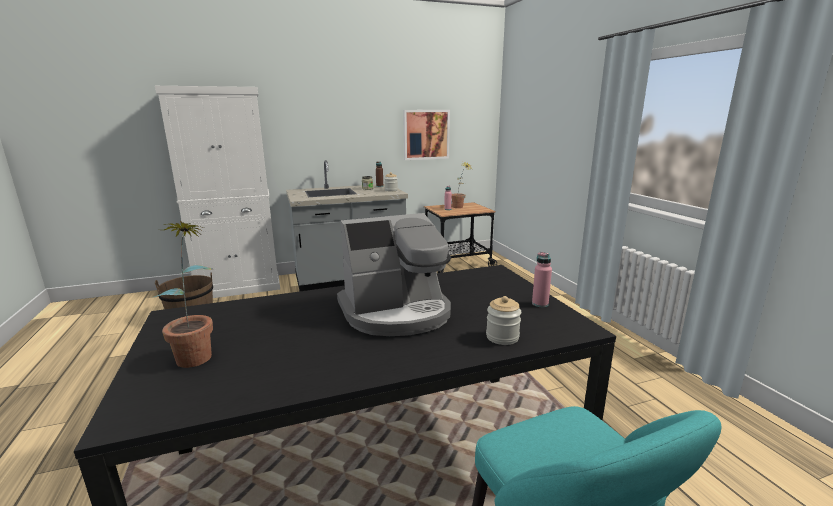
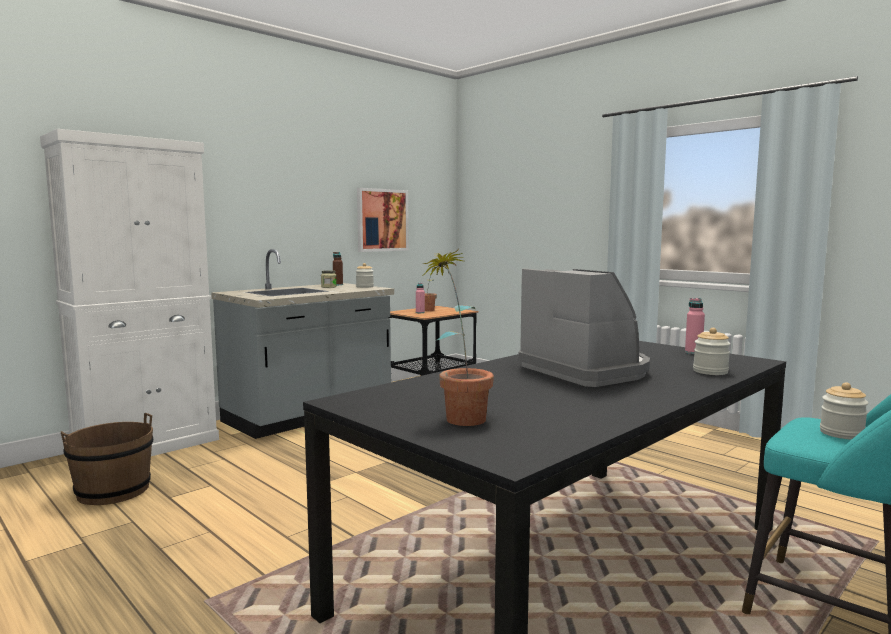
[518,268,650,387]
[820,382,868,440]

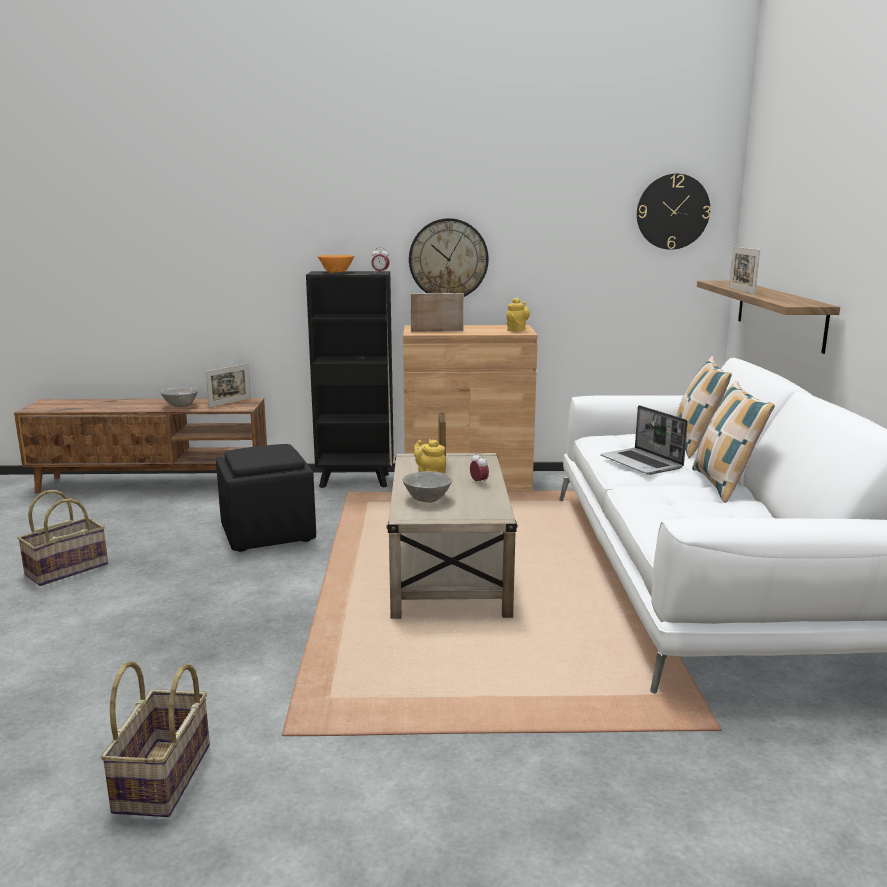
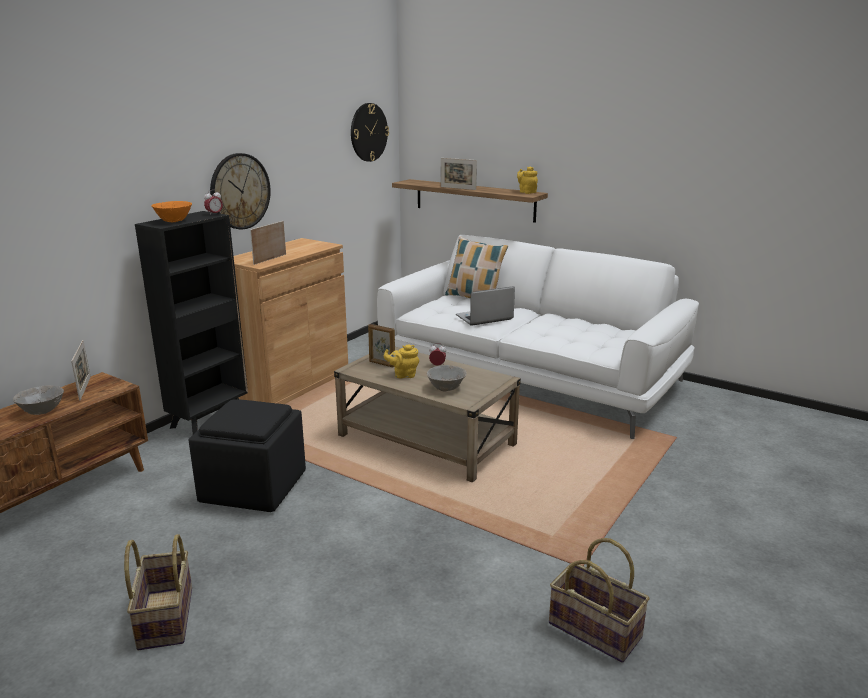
[517,166,538,194]
[692,381,775,503] (first image)
[456,286,515,326]

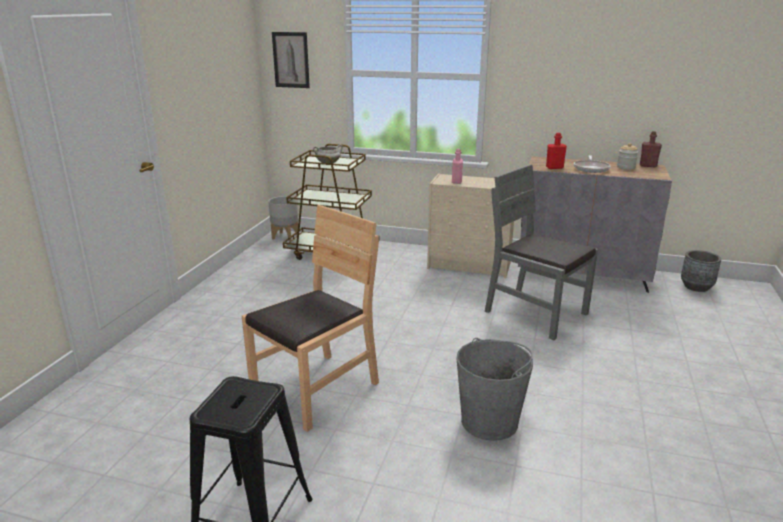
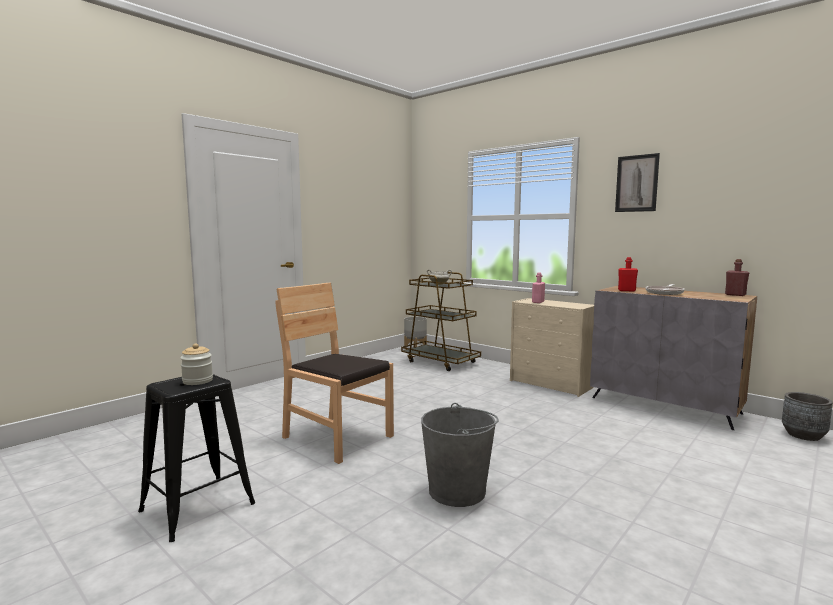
[615,153,660,212]
[180,343,213,385]
[485,164,598,340] (first image)
[275,282,394,464]

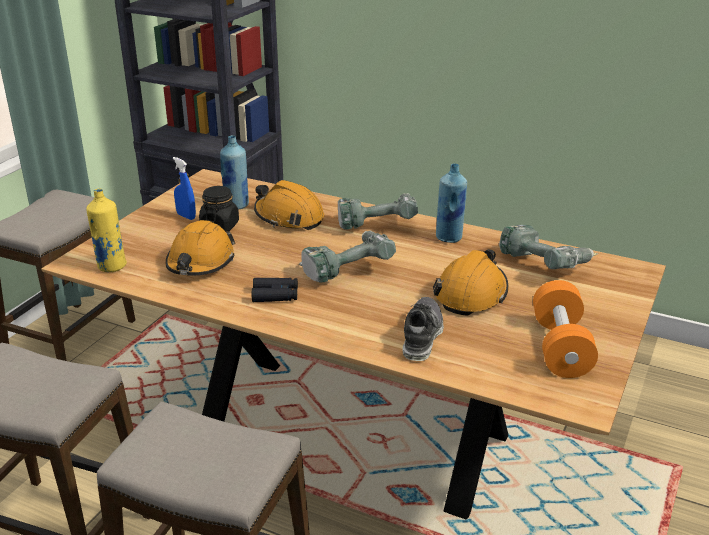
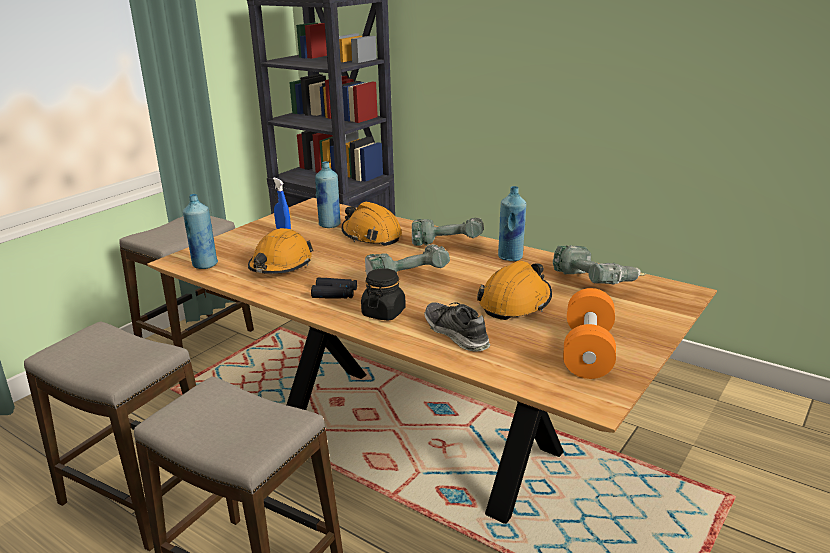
[361,268,406,321]
[183,194,218,269]
[424,302,490,351]

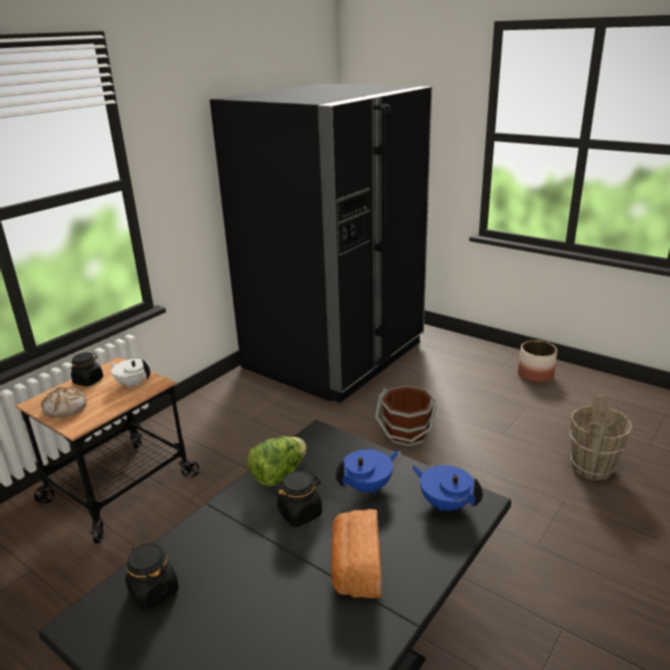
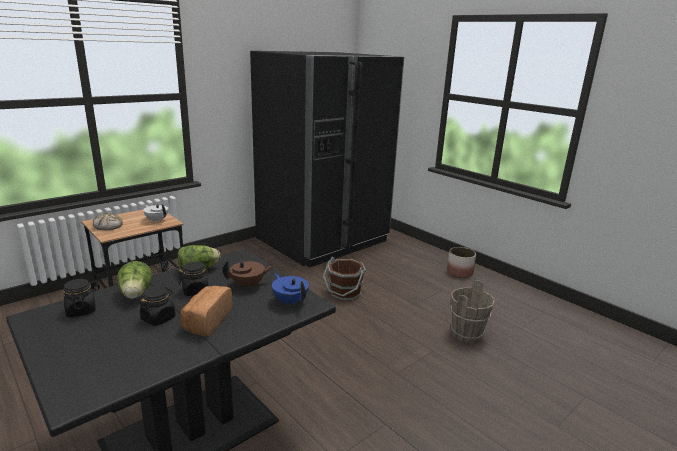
[140,286,176,326]
[222,260,274,290]
[117,261,152,299]

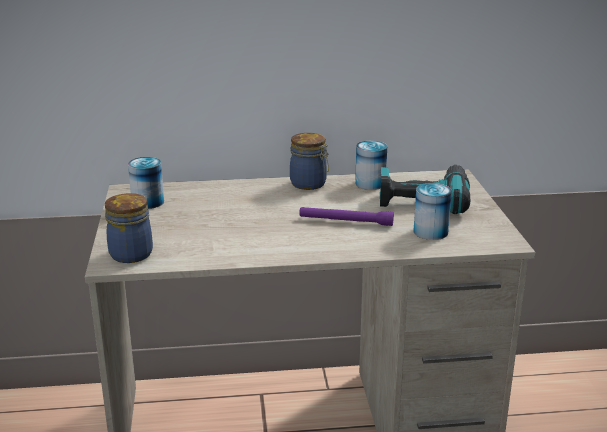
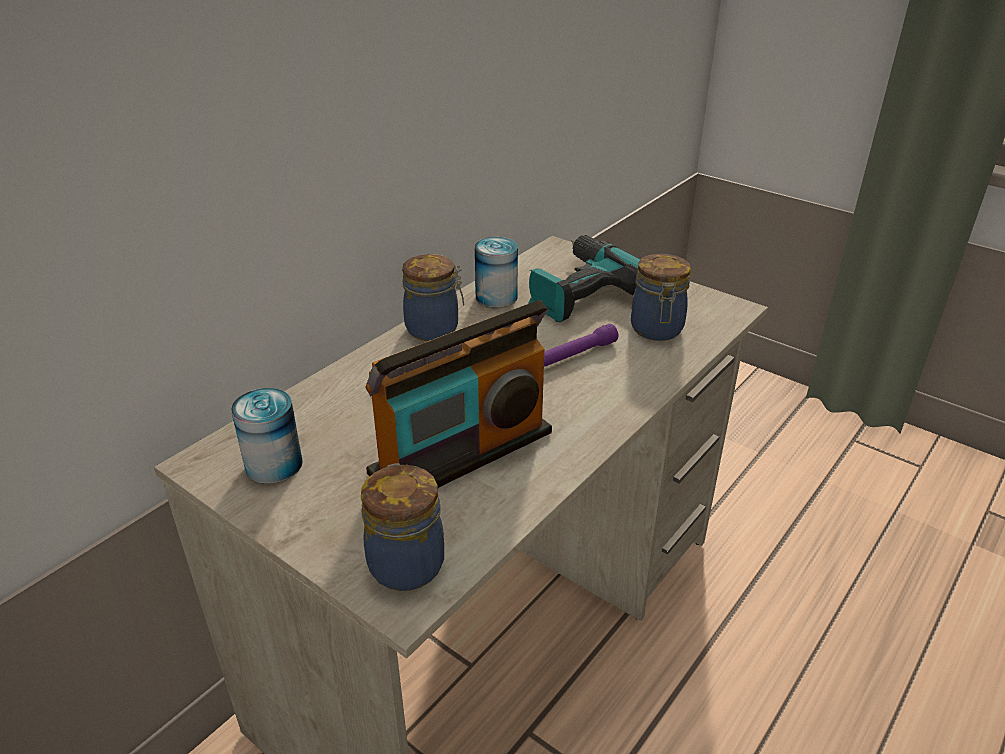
[631,254,691,341]
[365,300,552,488]

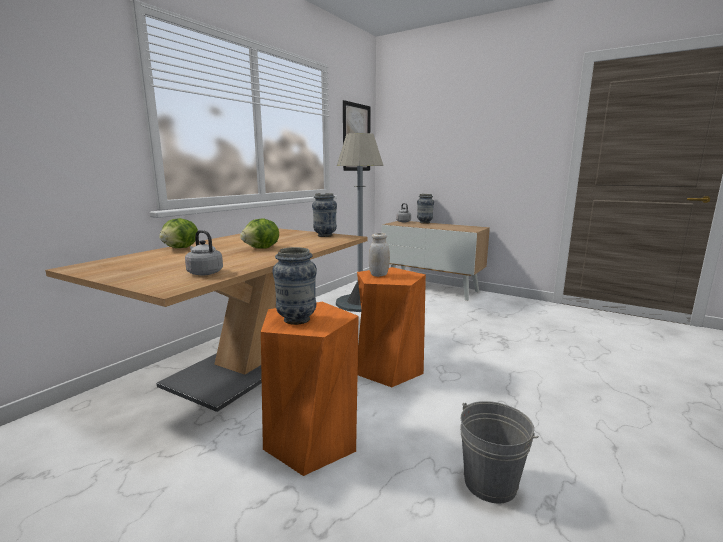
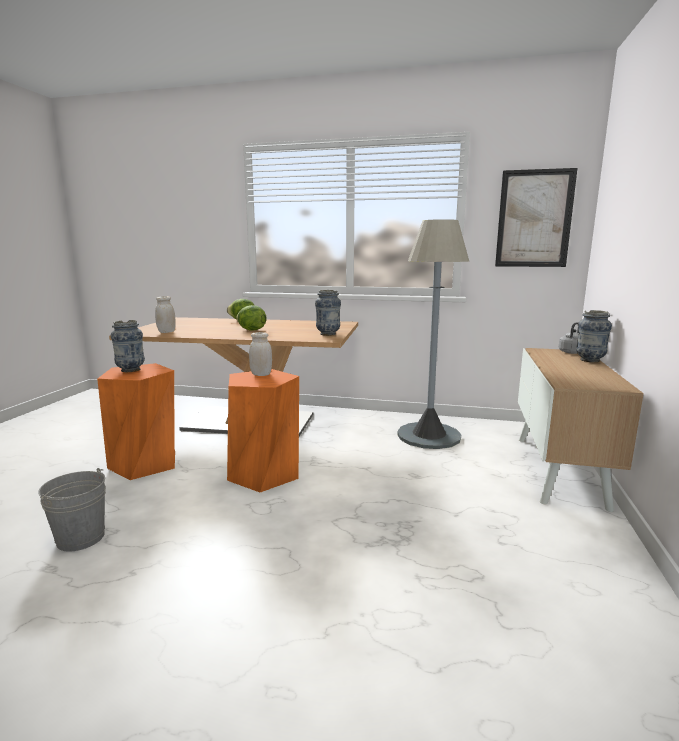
[155,296,176,333]

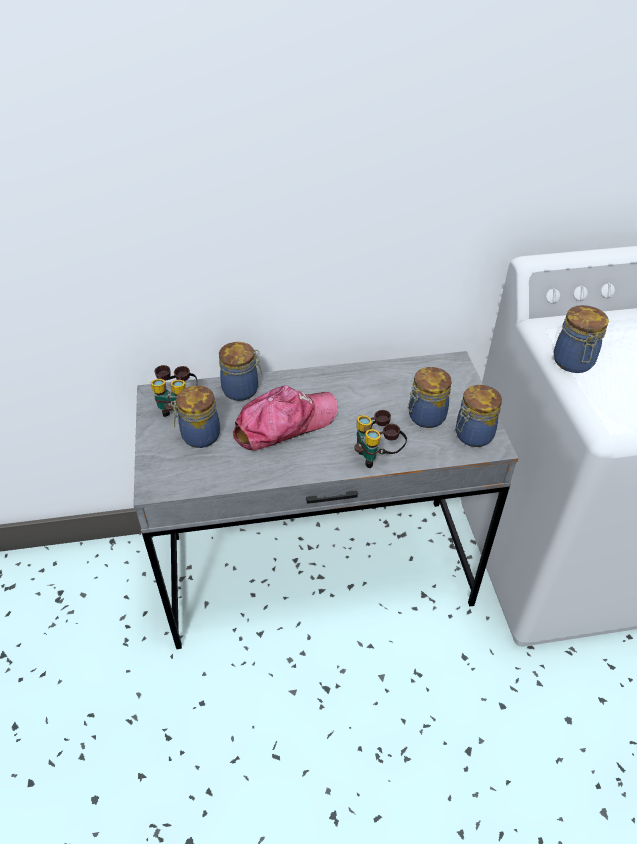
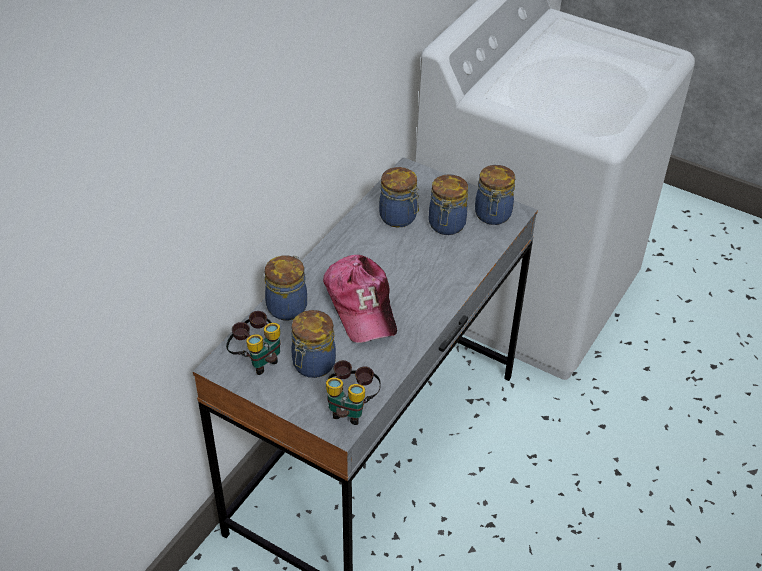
[379,167,419,227]
[323,255,397,343]
[326,360,381,425]

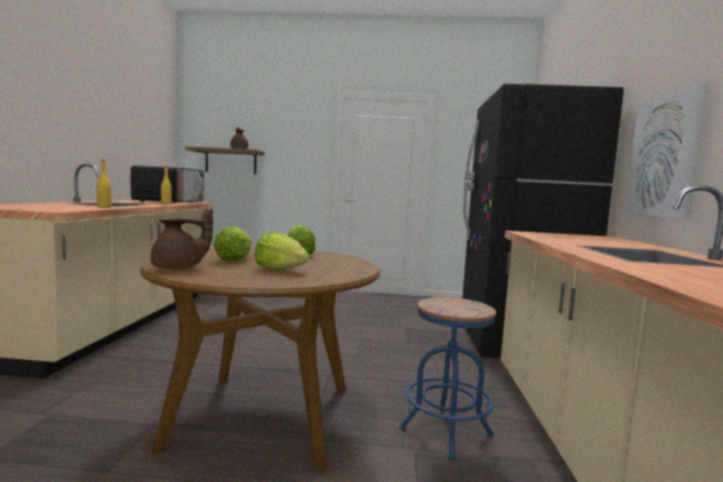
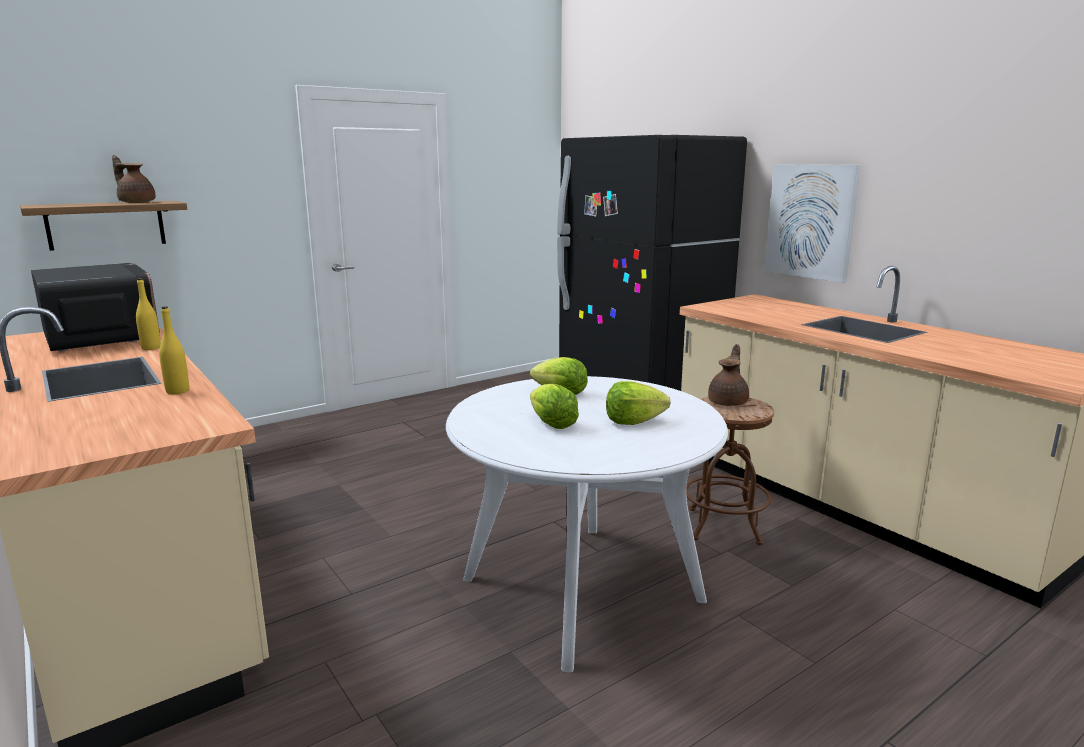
[708,344,749,406]
[446,376,728,672]
[686,397,774,545]

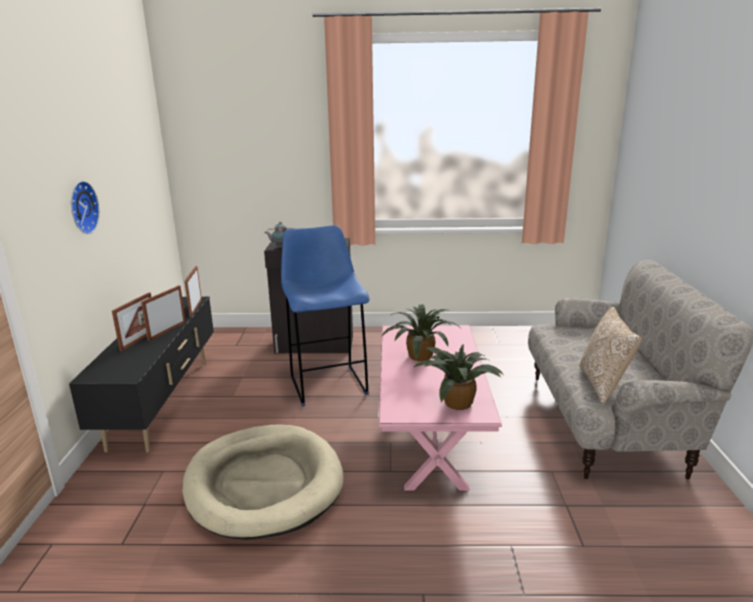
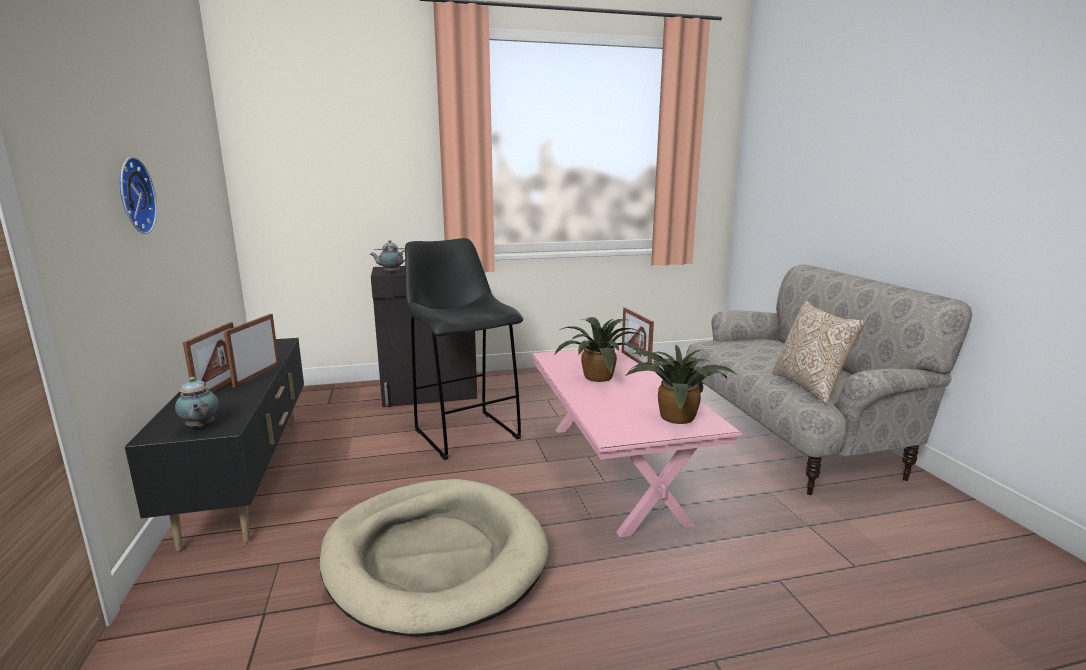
[405,238,523,460]
[621,307,654,363]
[175,377,219,428]

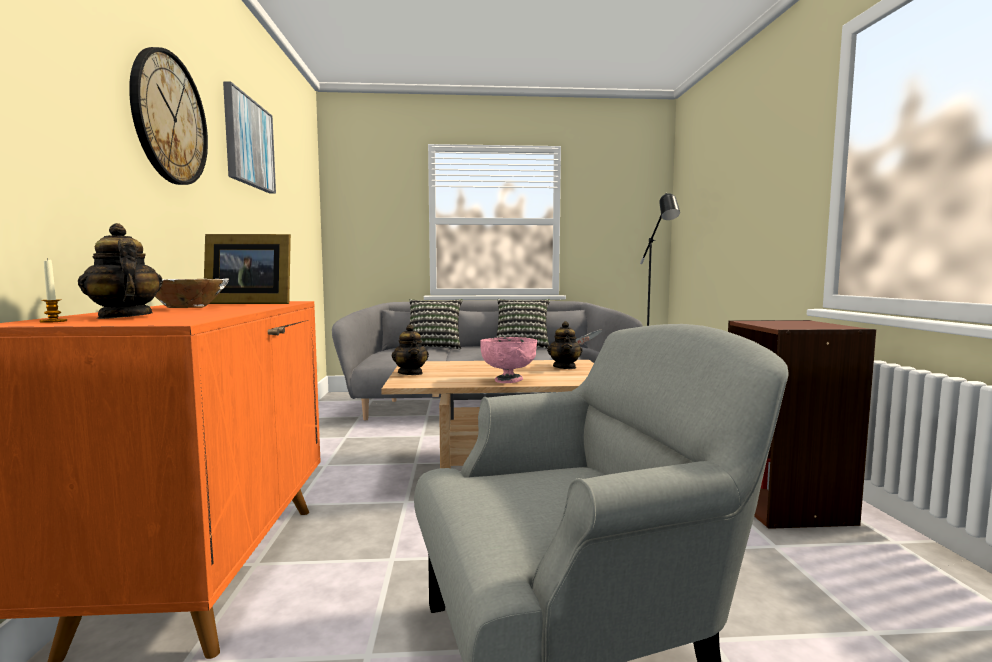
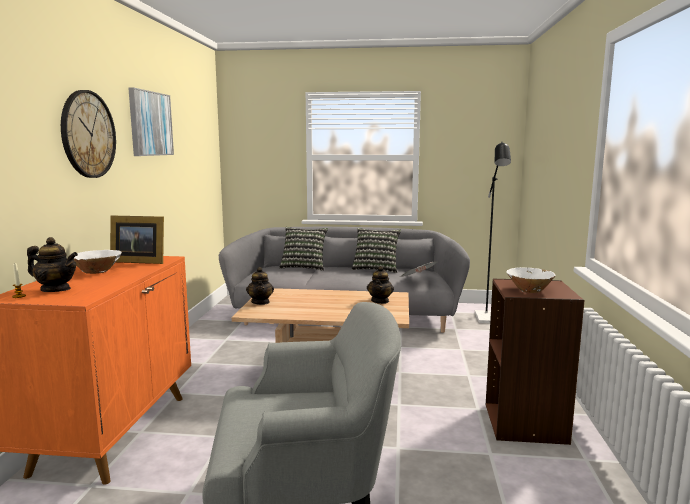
[27,237,78,292]
[480,337,537,383] (first image)
[506,267,556,293]

